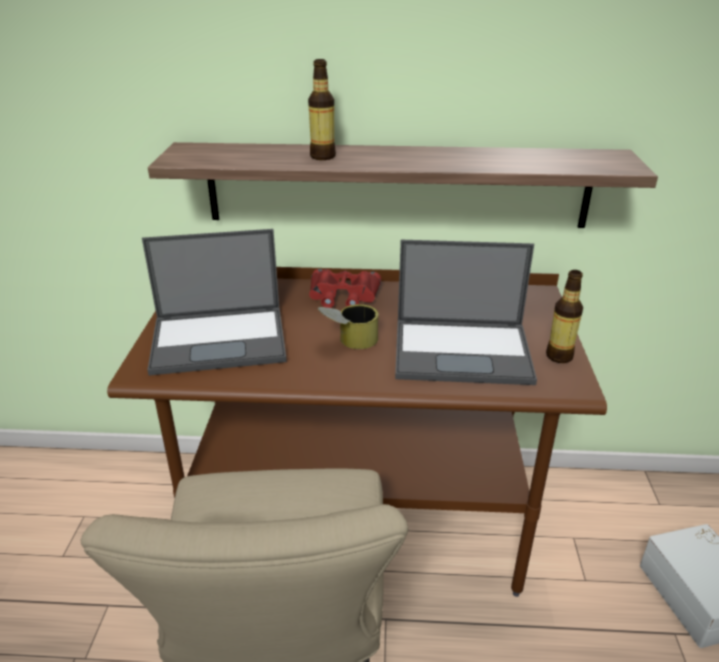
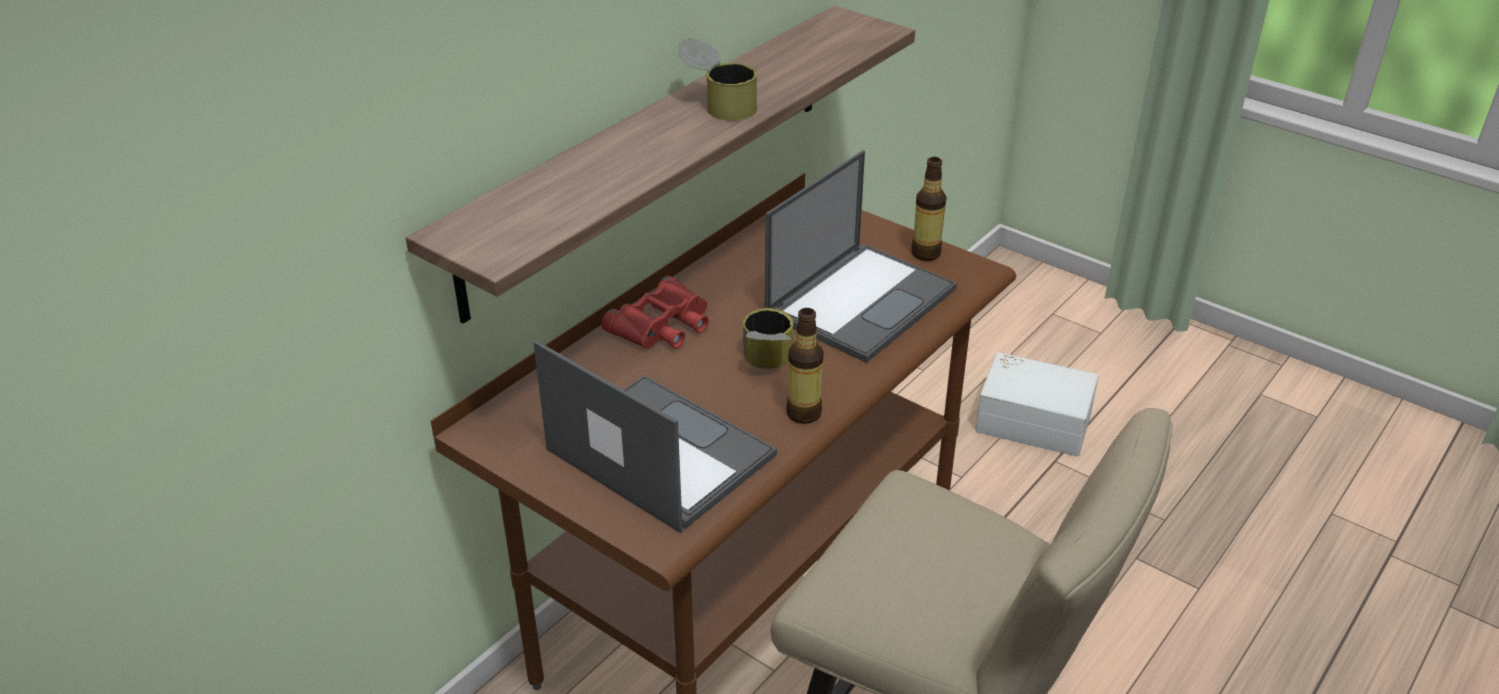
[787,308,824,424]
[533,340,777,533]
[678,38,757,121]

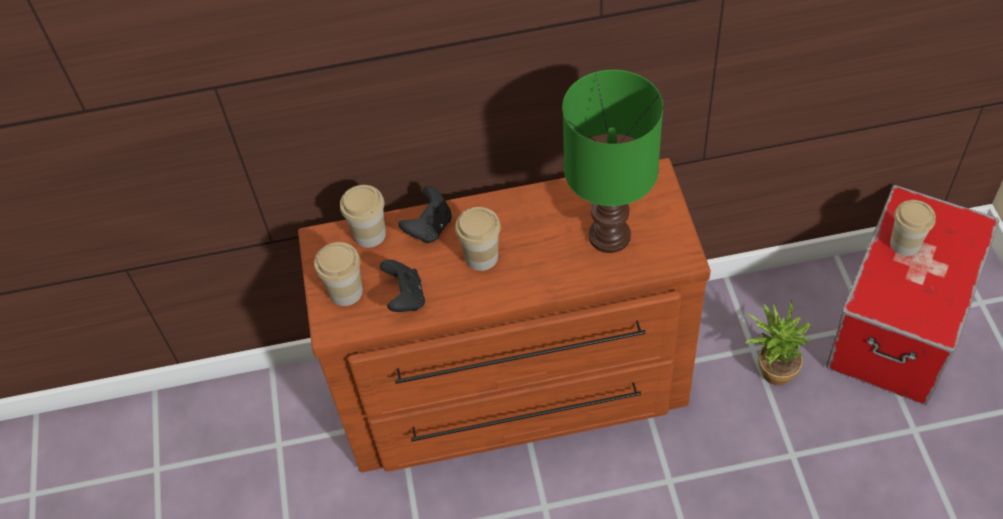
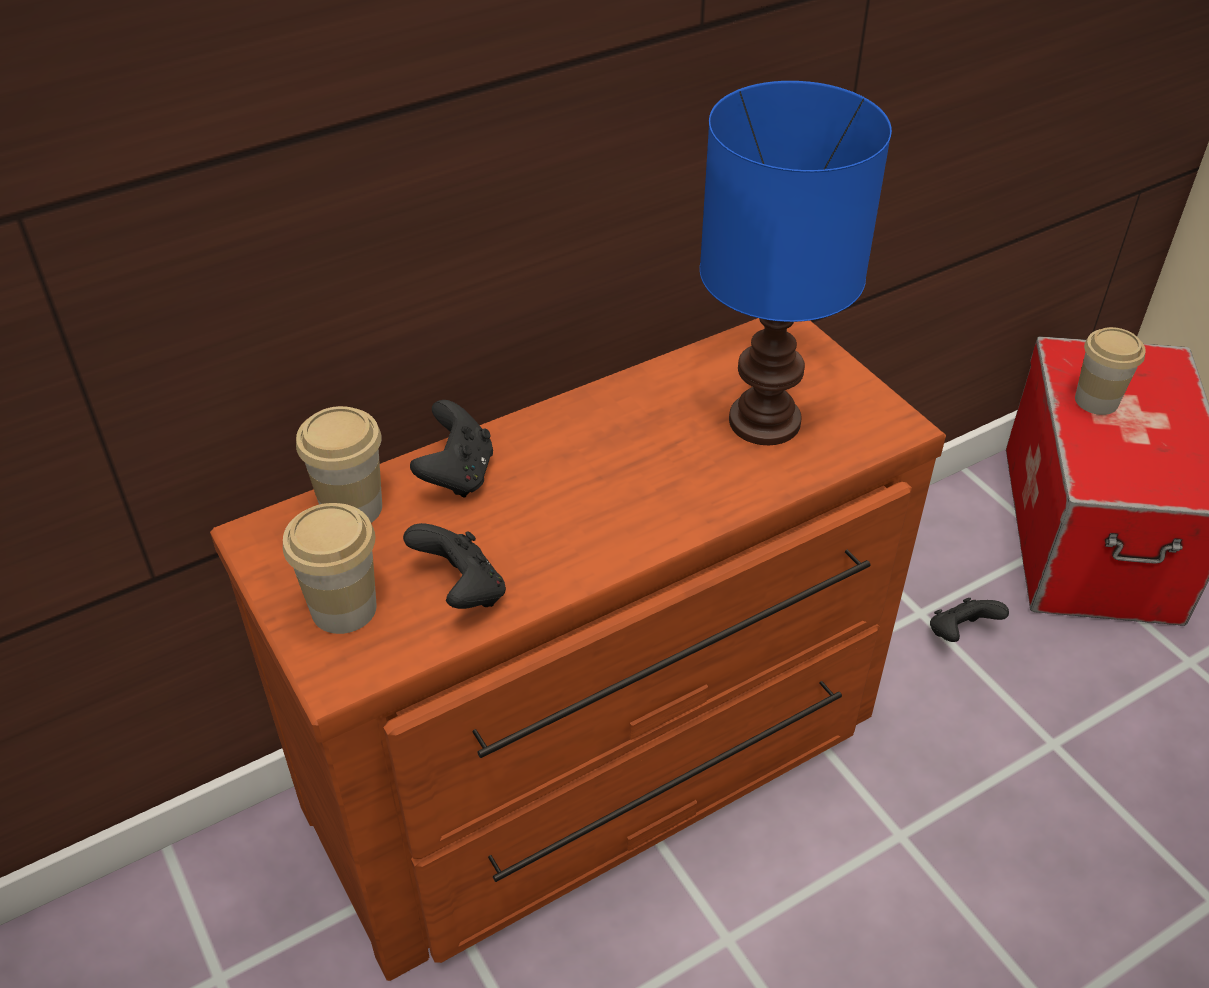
[700,81,892,445]
[455,207,501,271] (first image)
[930,598,1009,642]

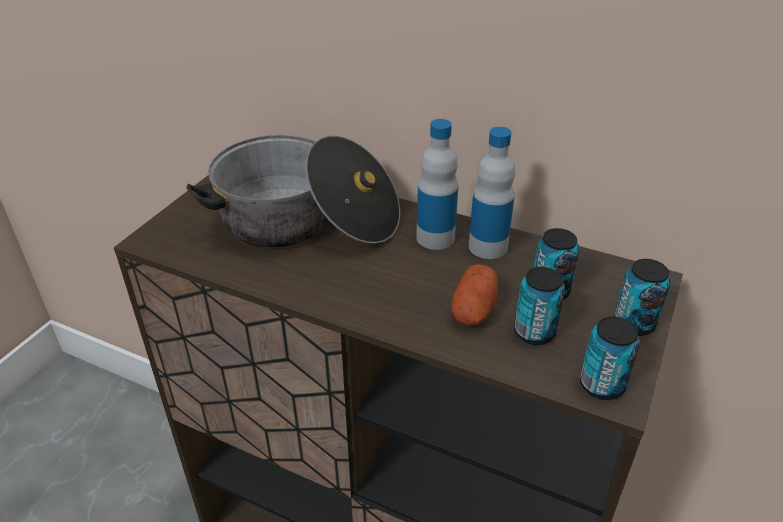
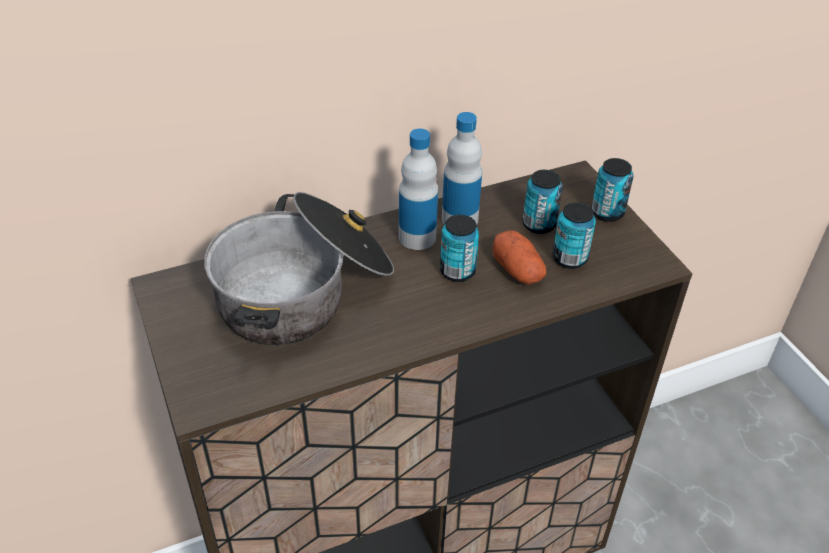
[440,215,479,282]

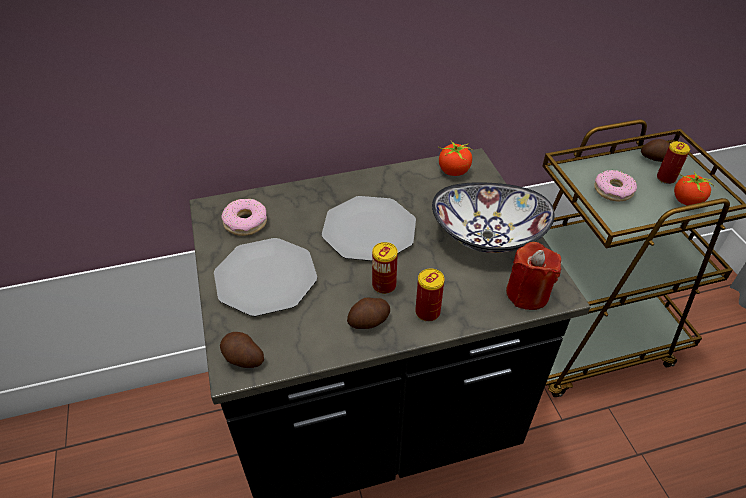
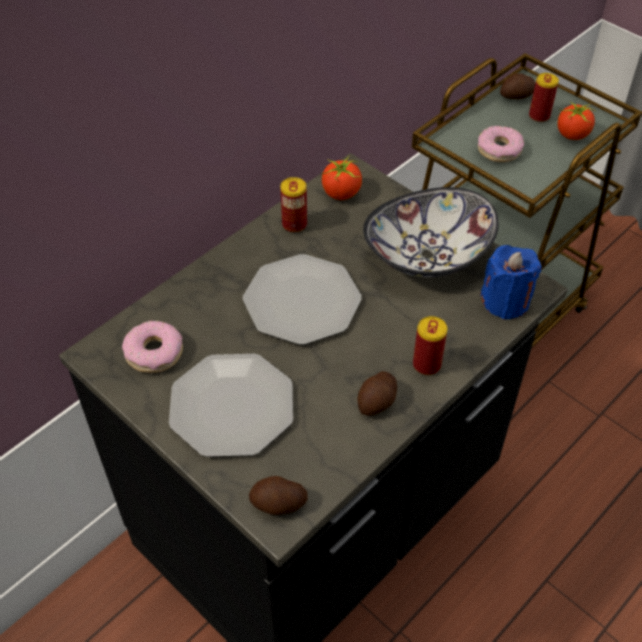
[280,177,307,233]
[480,245,542,320]

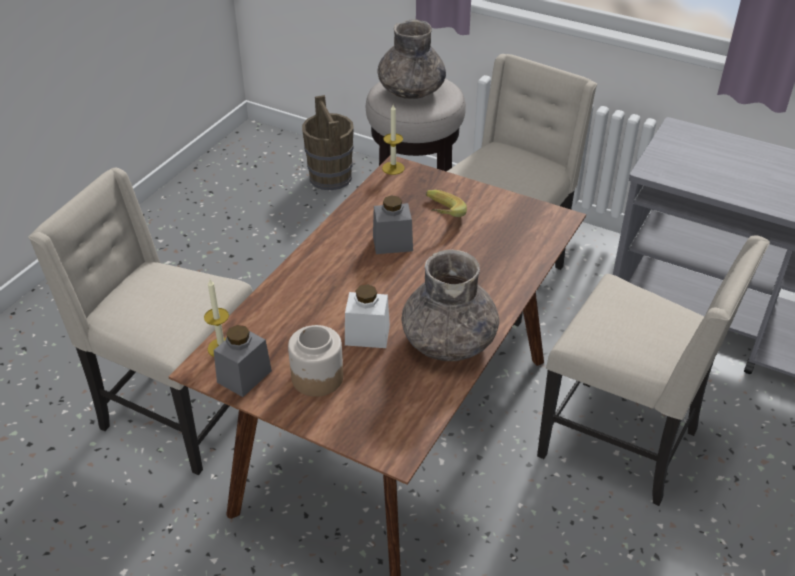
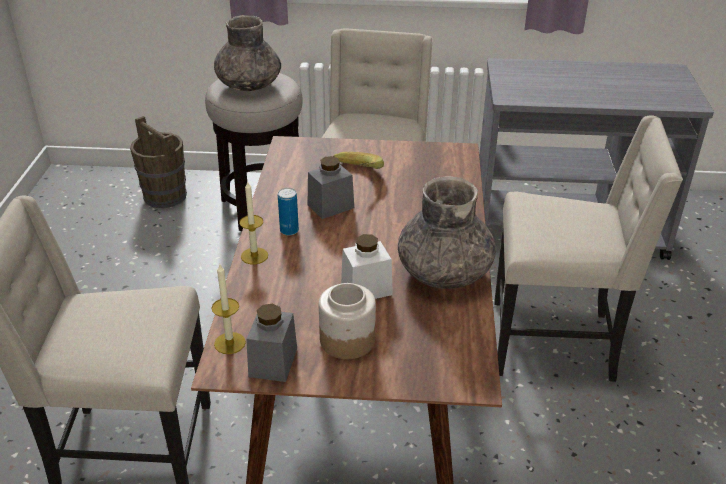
[239,180,268,264]
[278,188,299,235]

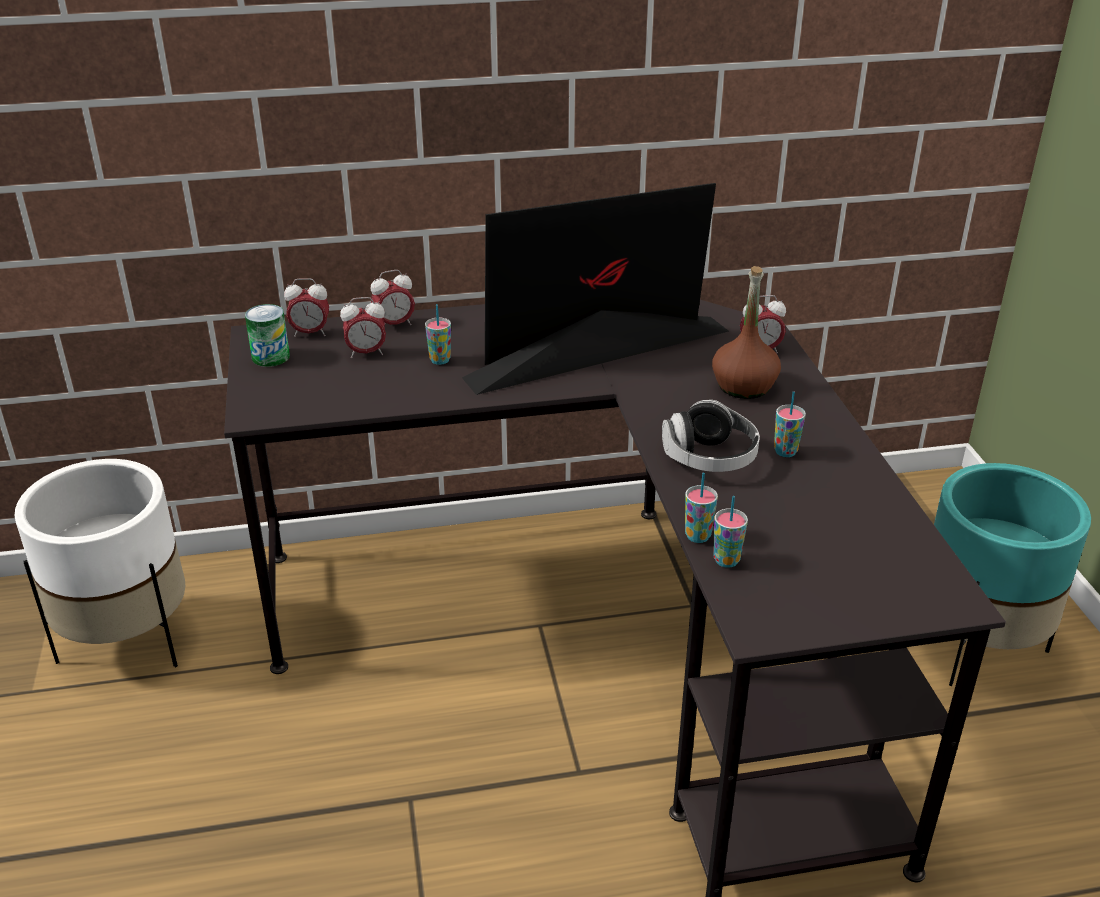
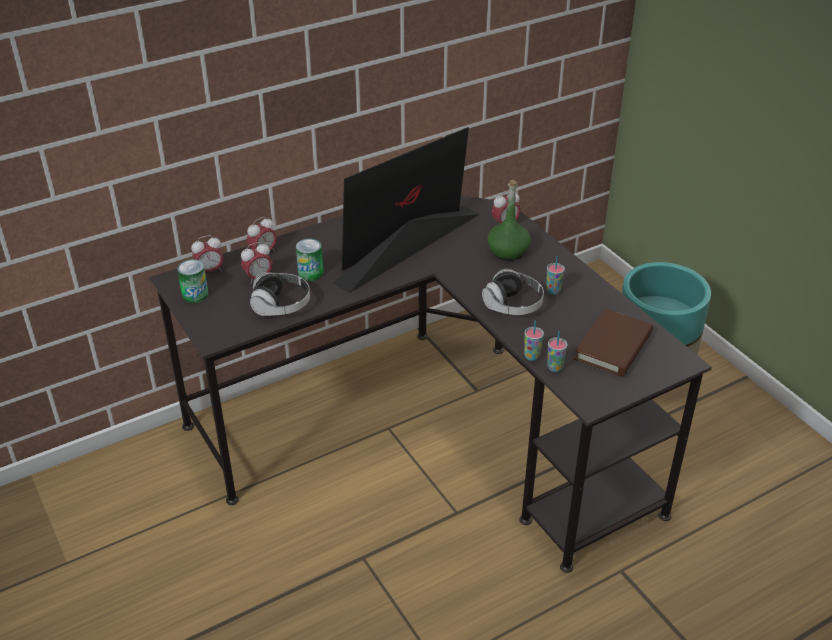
[488,180,531,261]
[296,238,323,281]
[14,459,185,667] (first image)
[250,272,310,316]
[574,308,653,377]

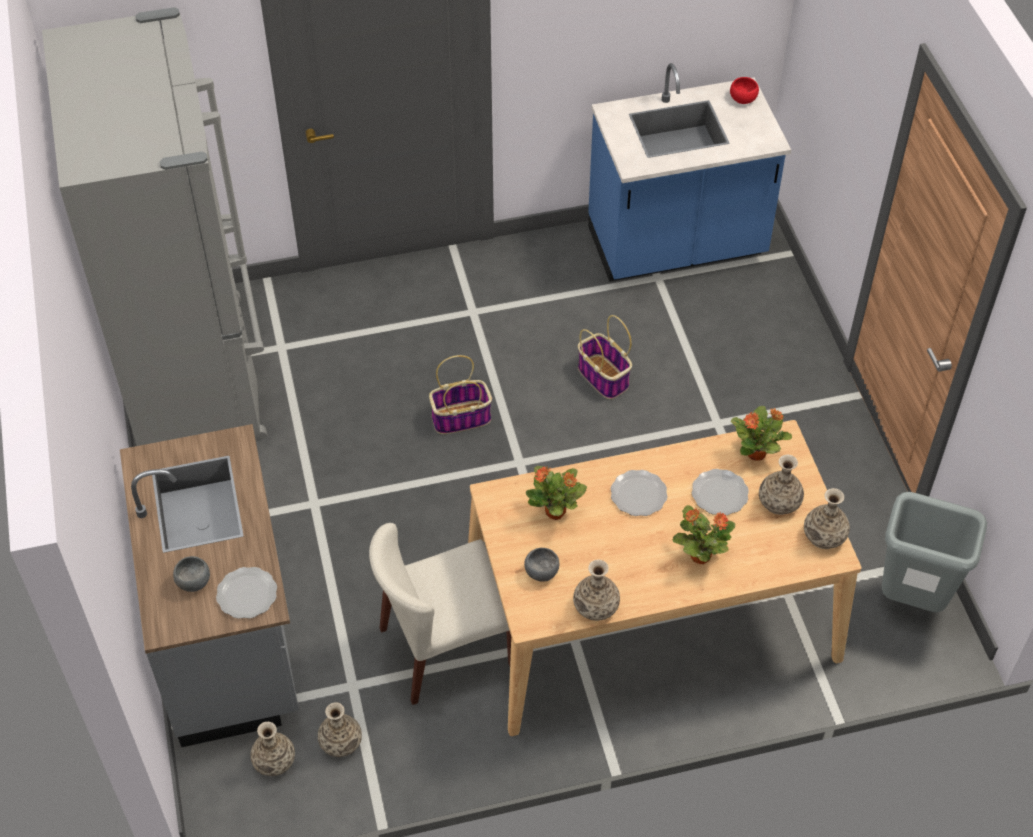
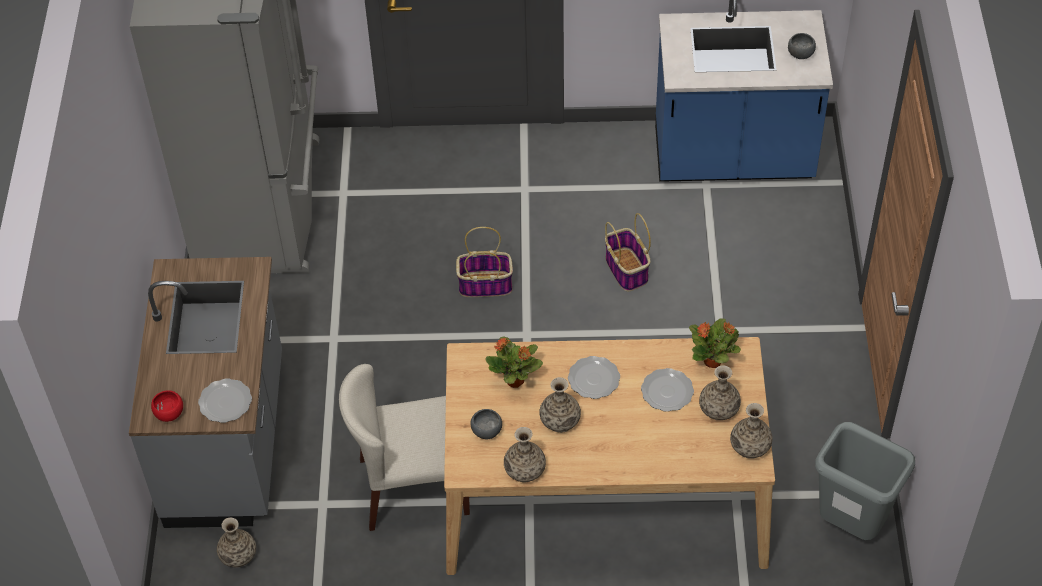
[151,390,183,422]
[672,505,735,564] (first image)
[788,33,816,59]
[539,377,581,433]

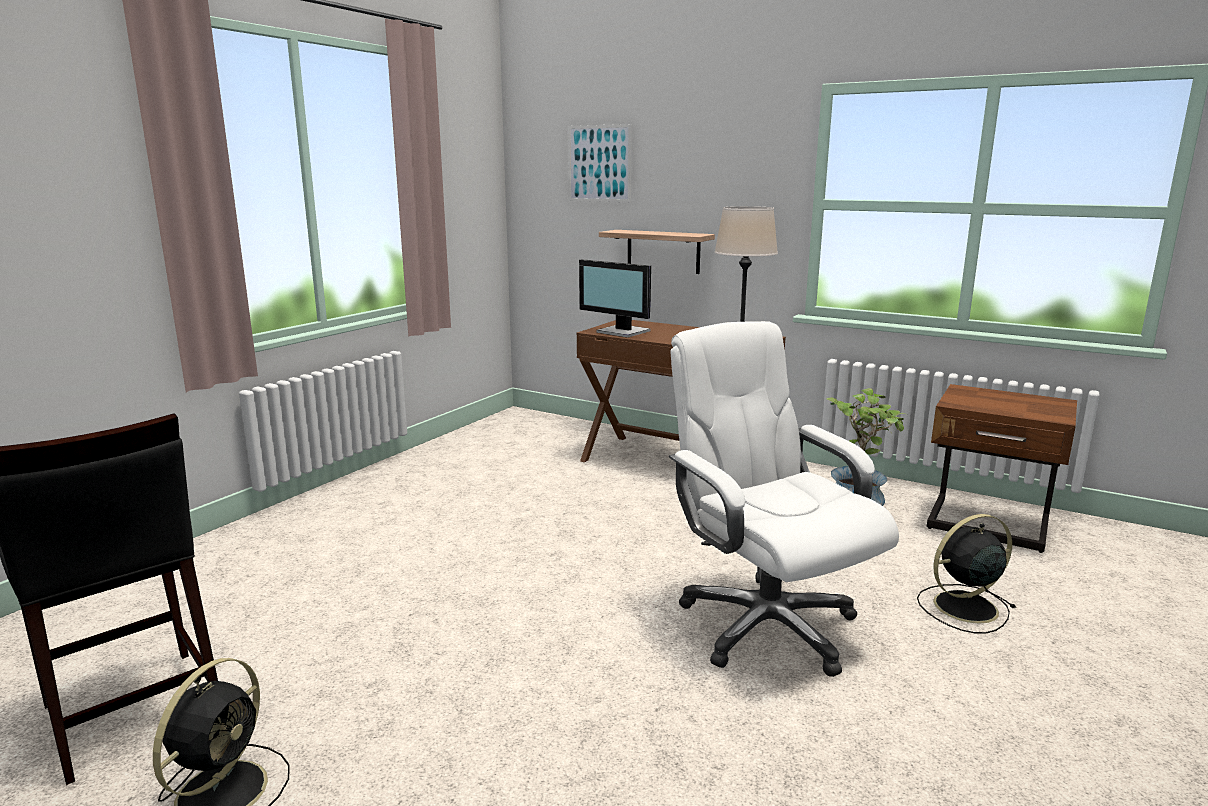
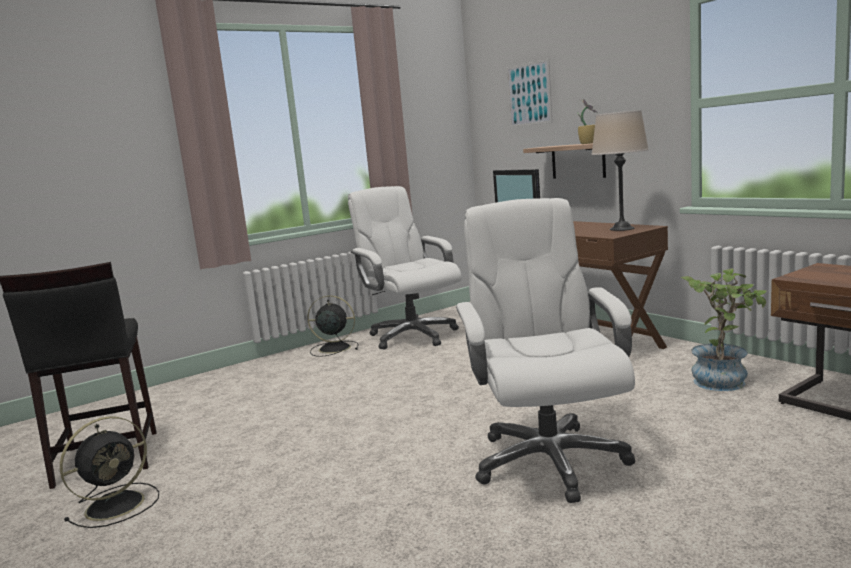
[307,295,358,357]
[577,99,598,144]
[348,186,462,350]

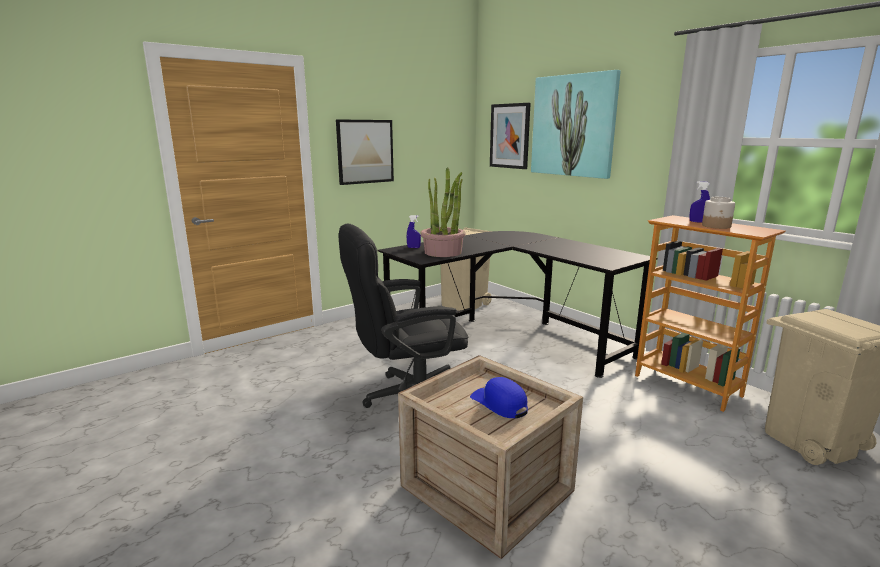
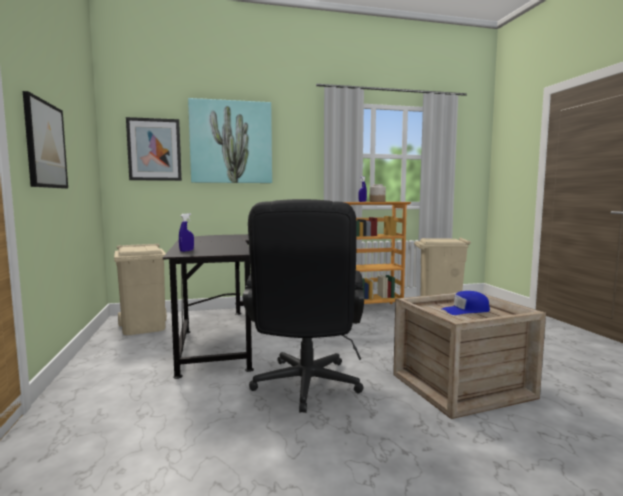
[420,168,465,257] (first image)

